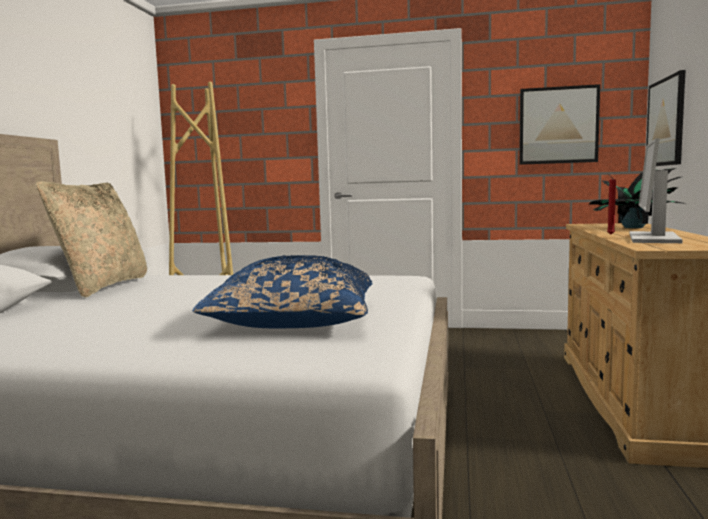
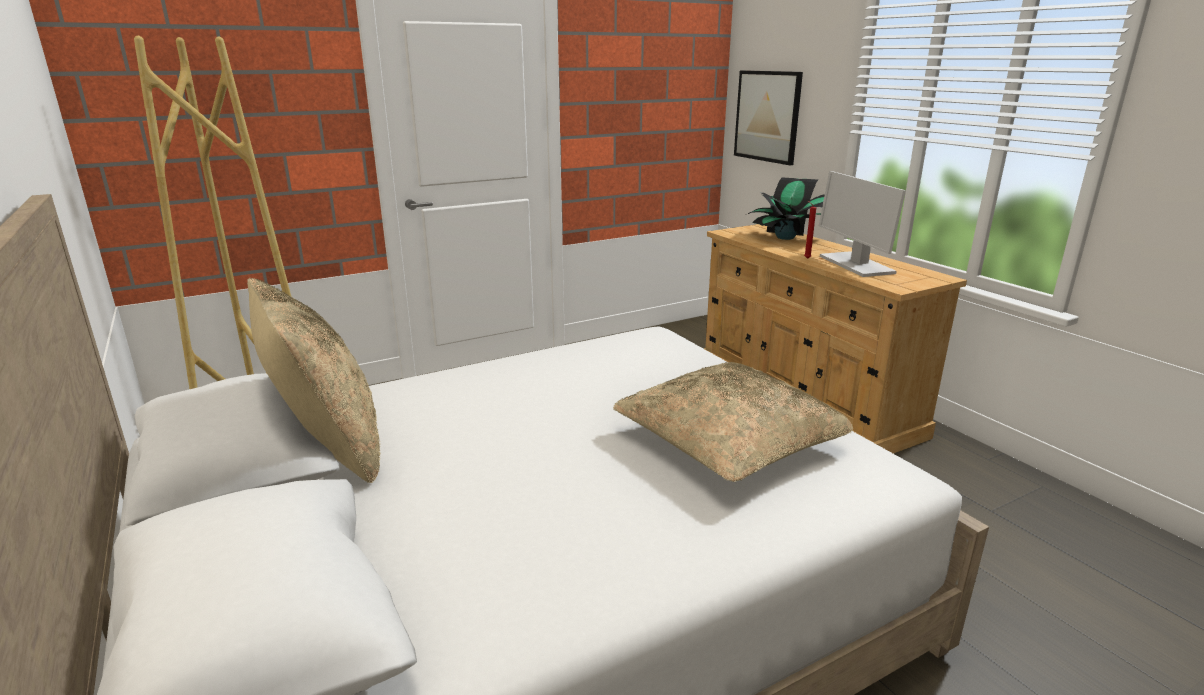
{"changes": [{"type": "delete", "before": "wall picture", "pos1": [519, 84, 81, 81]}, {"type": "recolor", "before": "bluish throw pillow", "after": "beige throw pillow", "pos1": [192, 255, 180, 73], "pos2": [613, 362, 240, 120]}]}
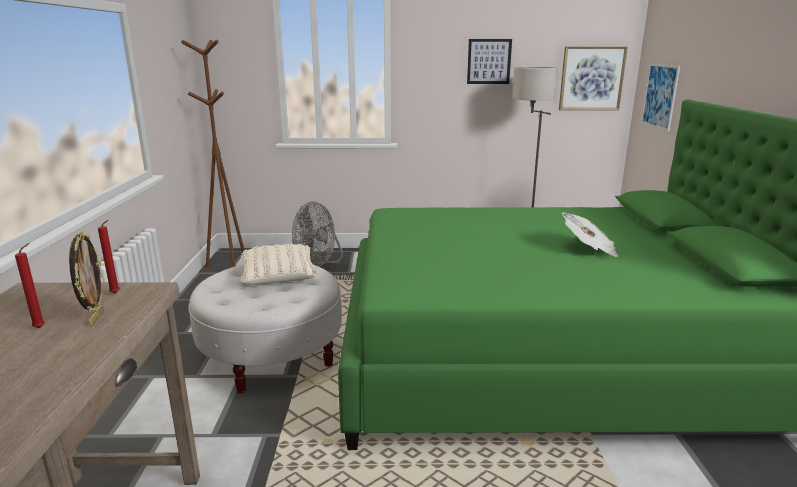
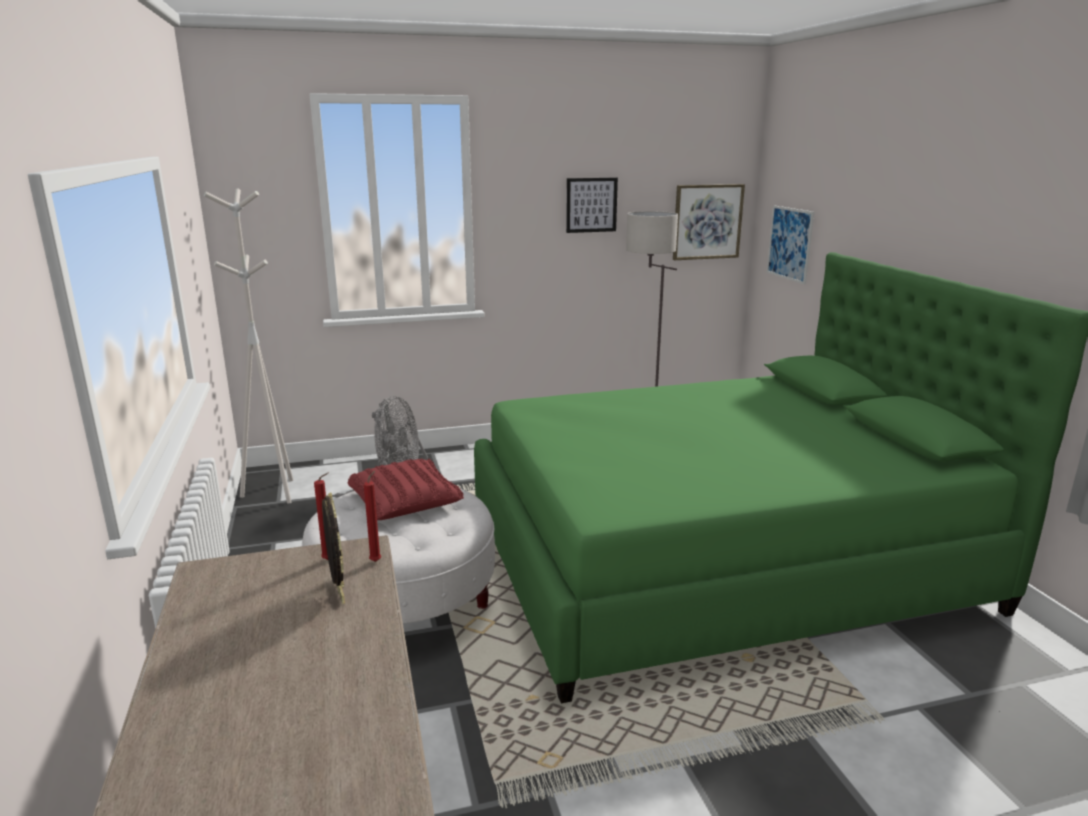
{"changes": [{"type": "recolor", "before": "brownish garment rack", "after": "greyish garment rack", "pos1": [181, 39, 64, 228], "pos2": [204, 188, 89, 316]}, {"type": "delete", "before": "newspaper", "pos1": [562, 212, 56, 45]}, {"type": "move", "before": "red-coloured wax light", "pos1": [15, 243, 30, 85], "pos2": [364, 471, 17, 91]}, {"type": "recolor", "before": "beige throw pillow", "after": "red-coloured throw pillow", "pos1": [241, 244, 76, 41], "pos2": [348, 458, 116, 62]}]}
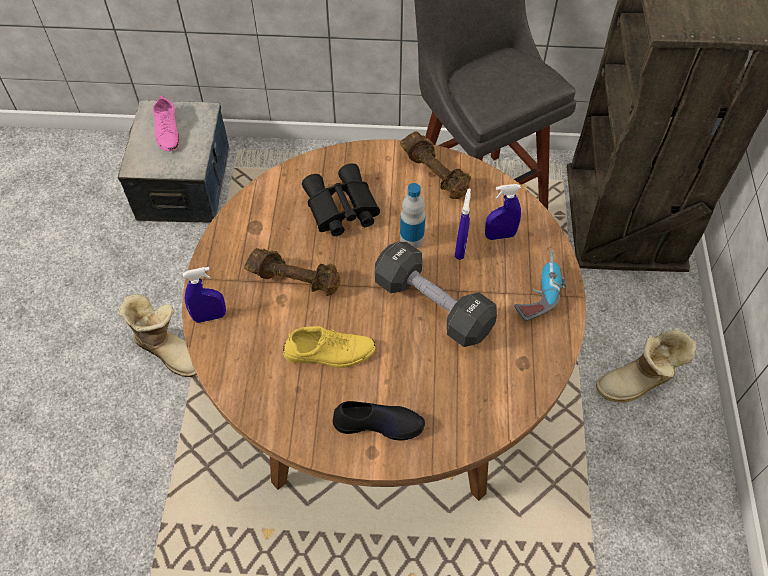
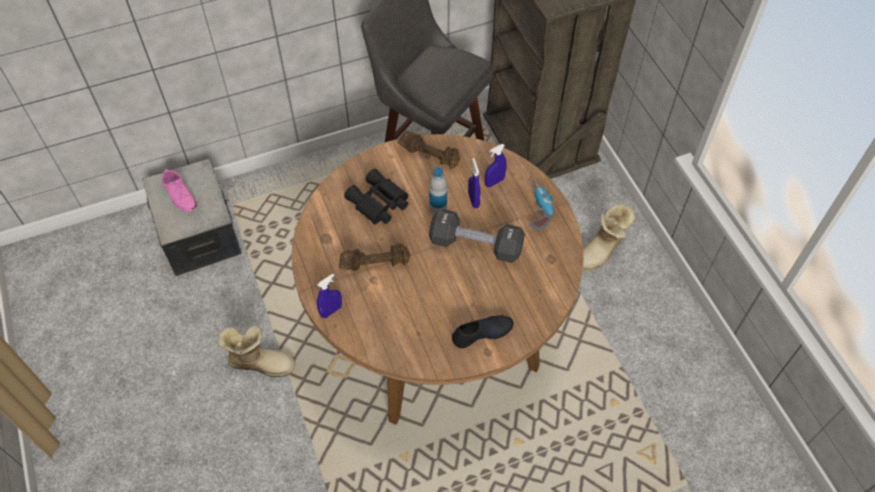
{"changes": [{"type": "delete", "before": "yellow low shoe", "pos1": [283, 326, 93, 42]}]}
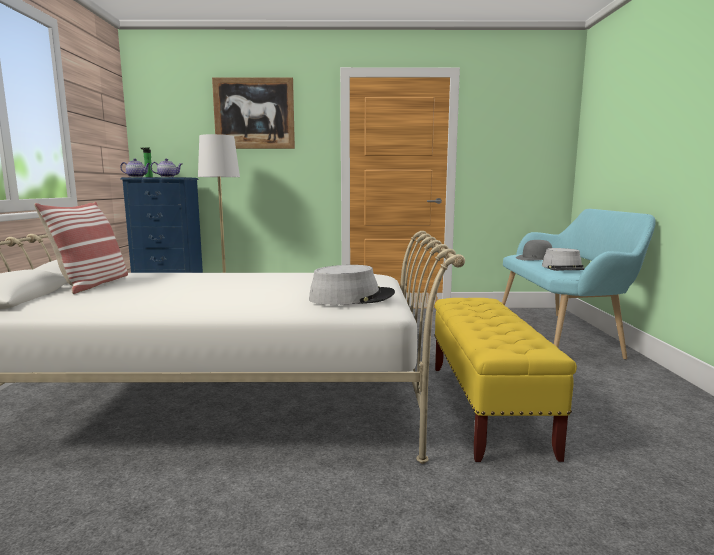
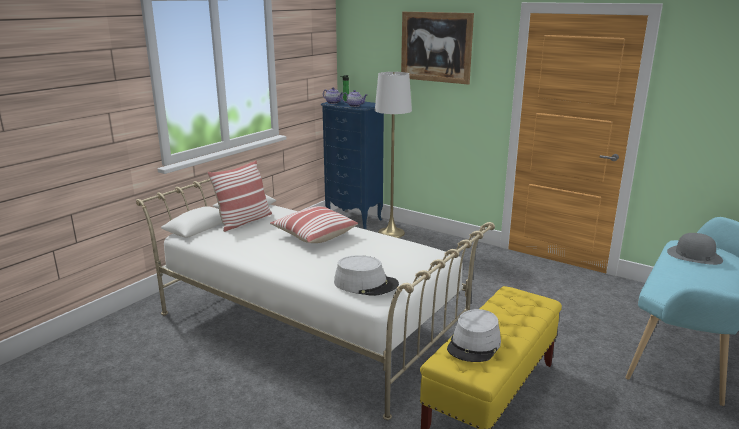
{"changes": [{"type": "move", "before": "greyish clothing hat", "pos1": [542, 248, 43, 23], "pos2": [447, 309, 54, 53]}, {"type": "insert", "after": "throw pillow", "pos2": [270, 206, 88, 37]}]}
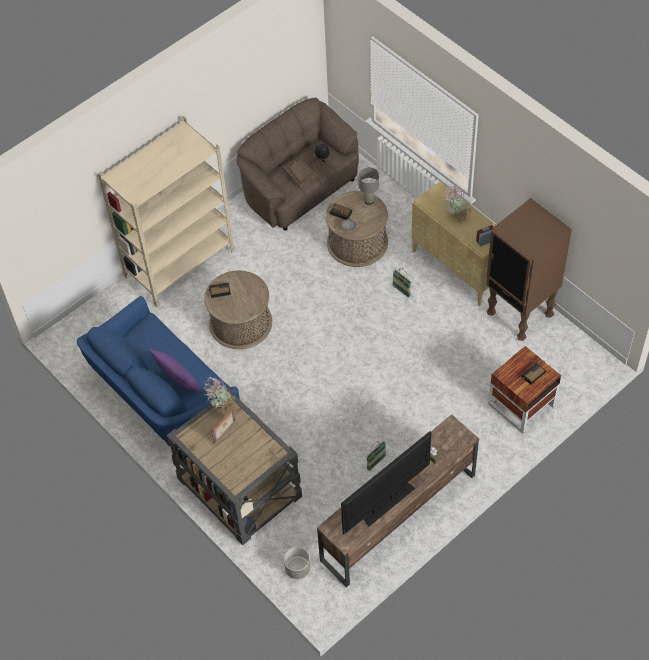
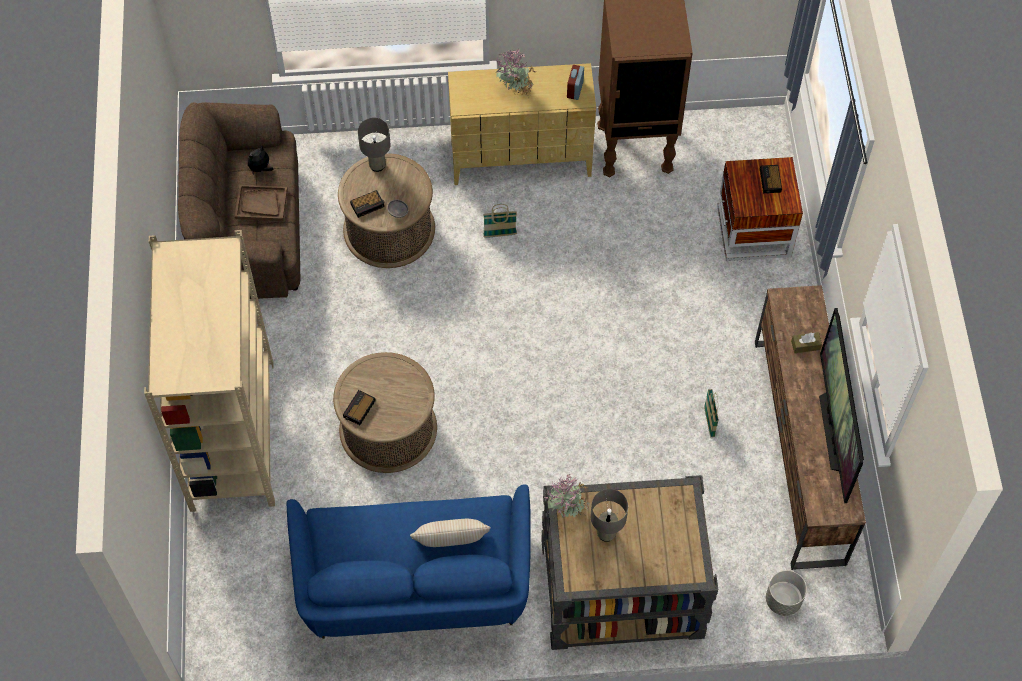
{"changes": [{"type": "recolor", "before": "purple-coloured throw pillow", "after": "beige throw pillow", "pos1": [149, 349, 53, 44], "pos2": [410, 519, 81, 28]}, {"type": "replace", "before": "photo frame", "after": "greyish lamp for a table", "pos1": [211, 407, 24, 37], "pos2": [591, 489, 37, 53]}]}
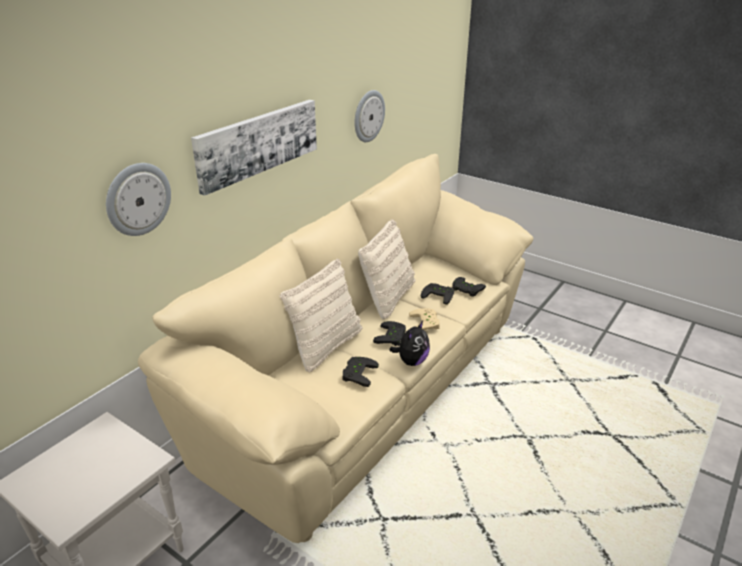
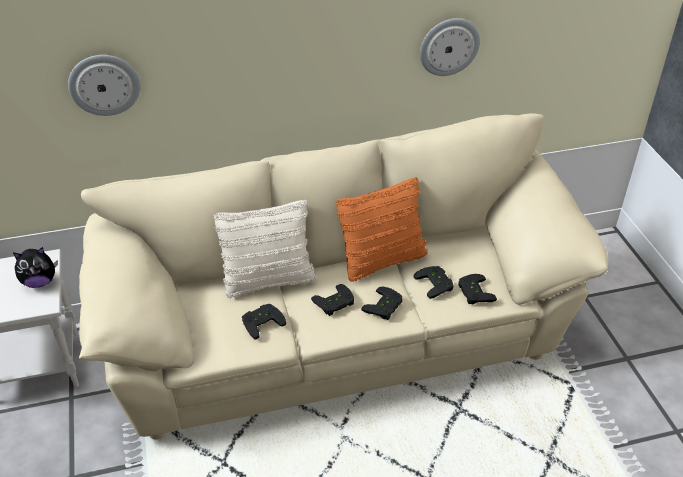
{"changes": [{"type": "delete", "before": "wall picture", "pos1": [191, 100, 126, 96]}, {"type": "recolor", "before": "beige throw pillow", "after": "orange-coloured throw pillow", "pos1": [358, 219, 57, 100], "pos2": [336, 177, 92, 105]}, {"type": "recolor", "before": "beige game controller", "after": "blackish game controller", "pos1": [409, 308, 31, 22], "pos2": [361, 287, 41, 33]}, {"type": "move", "before": "plush toy", "pos1": [389, 321, 41, 45], "pos2": [13, 247, 45, 41]}]}
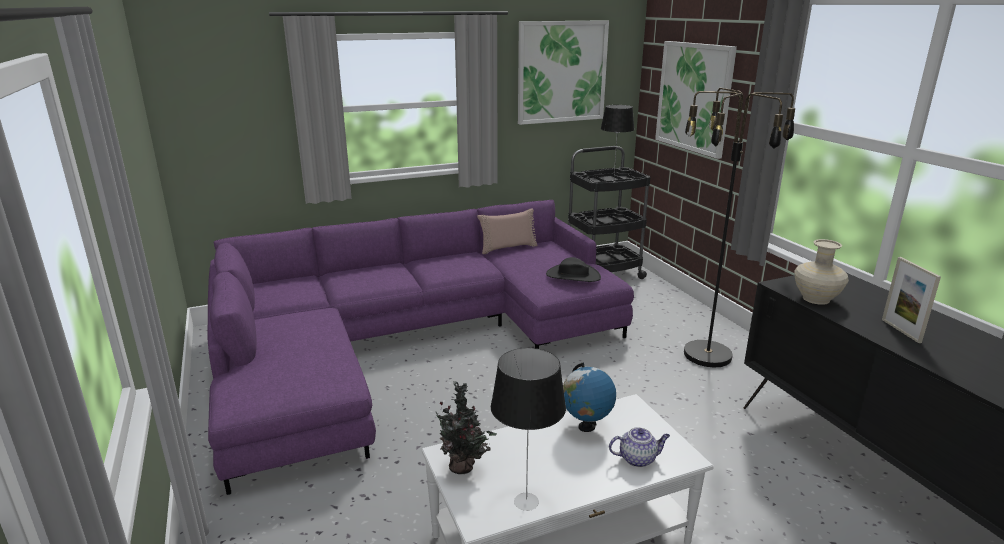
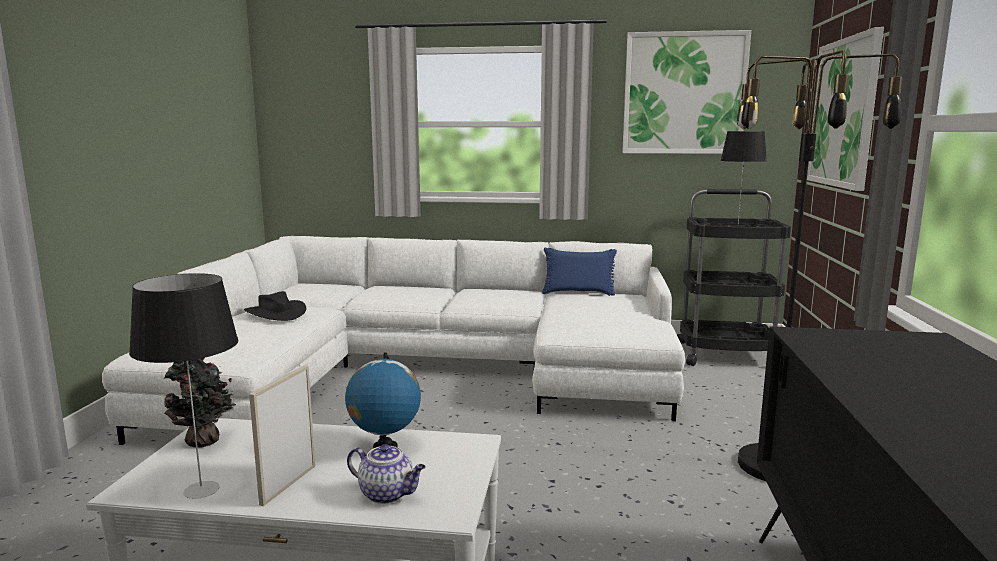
{"changes": [{"type": "recolor", "before": "purple-coloured settee", "after": "white-coloured settee", "pos1": [208, 200, 426, 295], "pos2": [102, 236, 583, 209]}, {"type": "recolor", "before": "beige throw pillow", "after": "bluish throw pillow", "pos1": [477, 208, 60, 46], "pos2": [542, 248, 75, 48]}, {"type": "delete", "before": "beige decorative vase", "pos1": [794, 239, 55, 66]}, {"type": "move", "before": "blackish clothing hat", "pos1": [546, 257, 55, 25], "pos2": [244, 291, 62, 30]}, {"type": "move", "before": "photo frame", "pos1": [882, 257, 59, 86], "pos2": [249, 365, 66, 141]}]}
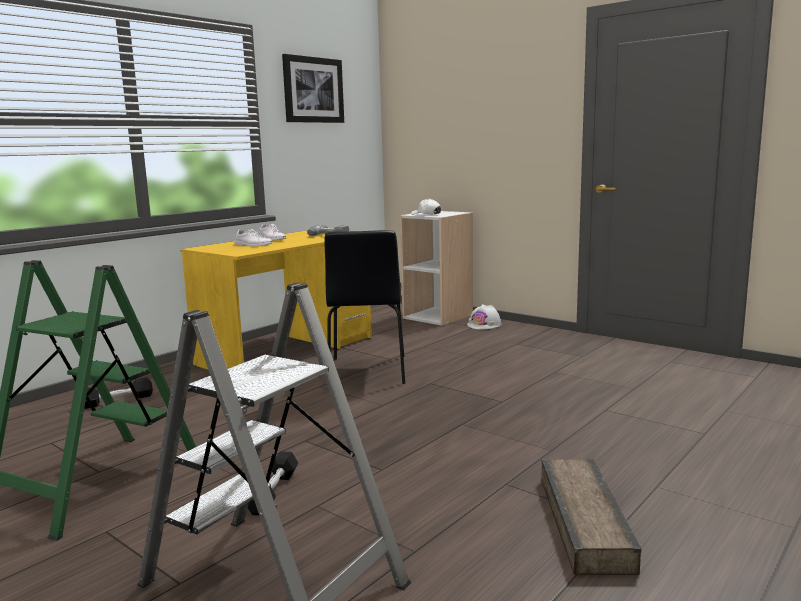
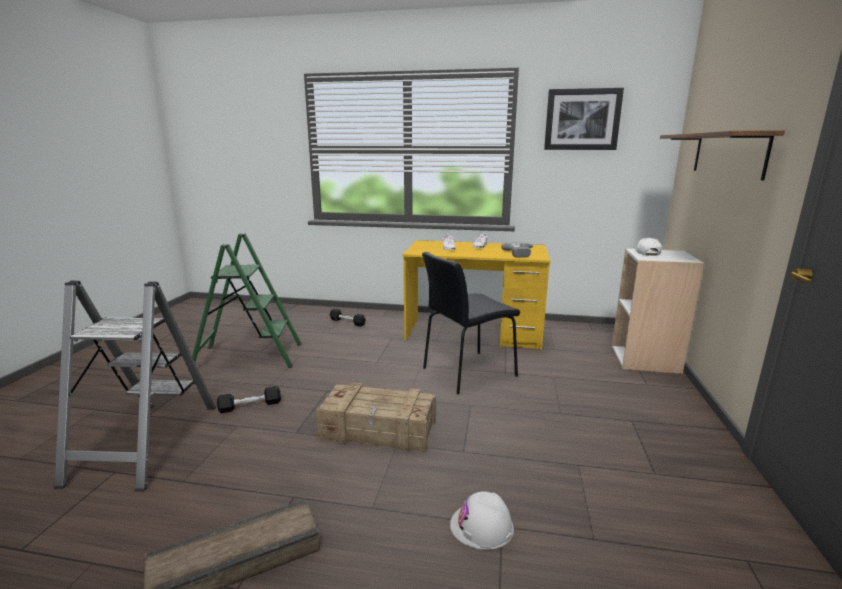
{"changes": [{"type": "move", "before": "white-coloured hard hat", "pos1": [467, 304, 34, 25], "pos2": [450, 491, 64, 59]}, {"type": "insert", "after": "shelf", "pos2": [660, 130, 125, 50]}, {"type": "insert", "after": "packing crate", "pos2": [316, 383, 120, 69]}]}
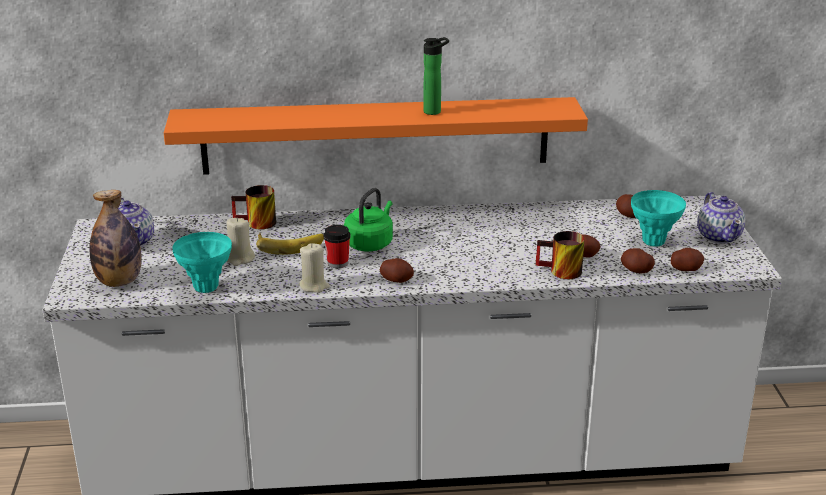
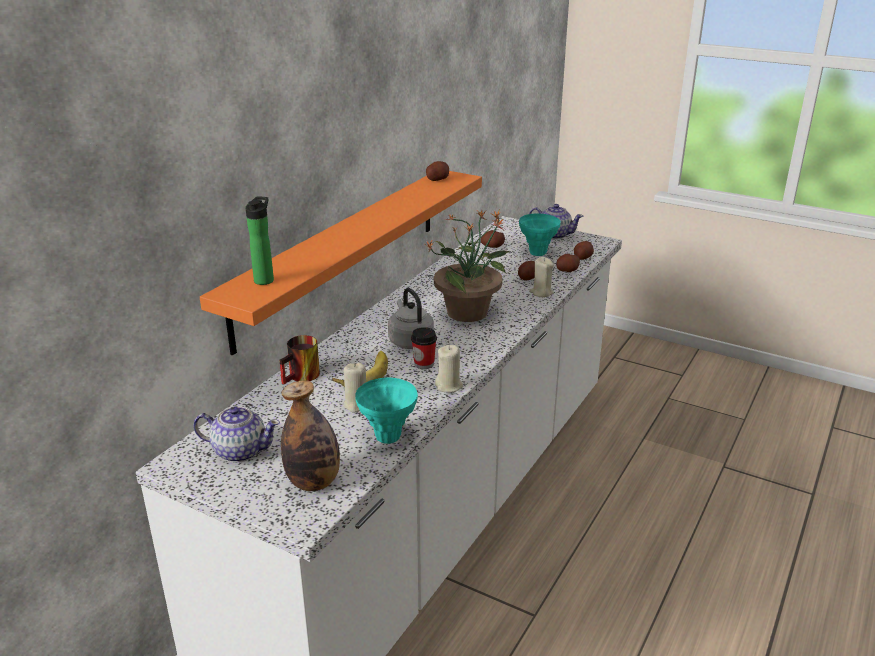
{"changes": [{"type": "move", "before": "drink bottle", "pos1": [423, 37, 26, 78], "pos2": [245, 196, 29, 89]}, {"type": "recolor", "before": "greenish tea kettle", "after": "greyish tea kettle", "pos1": [344, 188, 49, 63], "pos2": [388, 288, 46, 61]}, {"type": "replace", "before": "mug", "after": "beige wax light", "pos1": [536, 231, 49, 48], "pos2": [529, 257, 25, 40]}, {"type": "move", "before": "potato", "pos1": [380, 258, 34, 25], "pos2": [426, 161, 23, 20]}, {"type": "insert", "after": "potted plant", "pos2": [425, 210, 86, 112]}]}
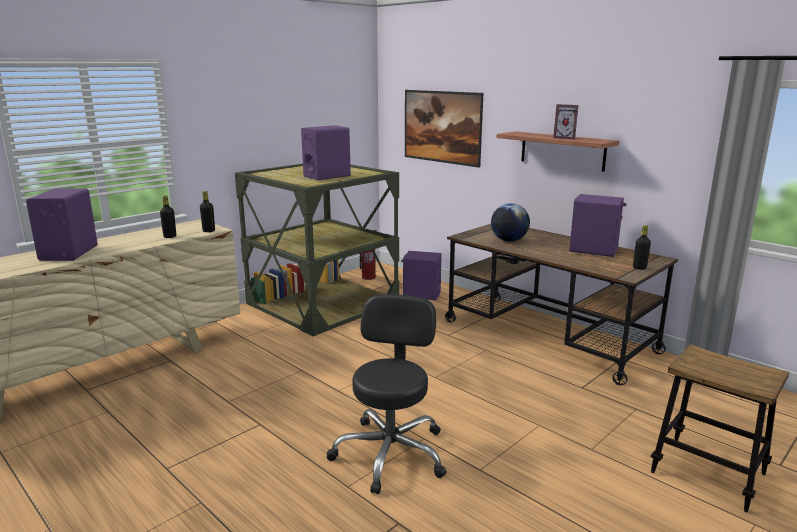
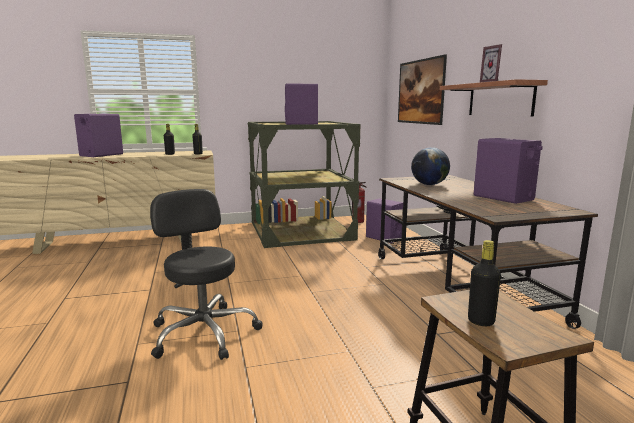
{"changes": [{"type": "move", "before": "blackish drink bottle", "pos1": [633, 225, 18, 45], "pos2": [468, 240, 33, 86]}, {"type": "rotate", "before": "blackish desk chair", "pos1": [327, 294, 120, 200], "pos2": [150, 189, 113, 171], "turn": -75}]}
